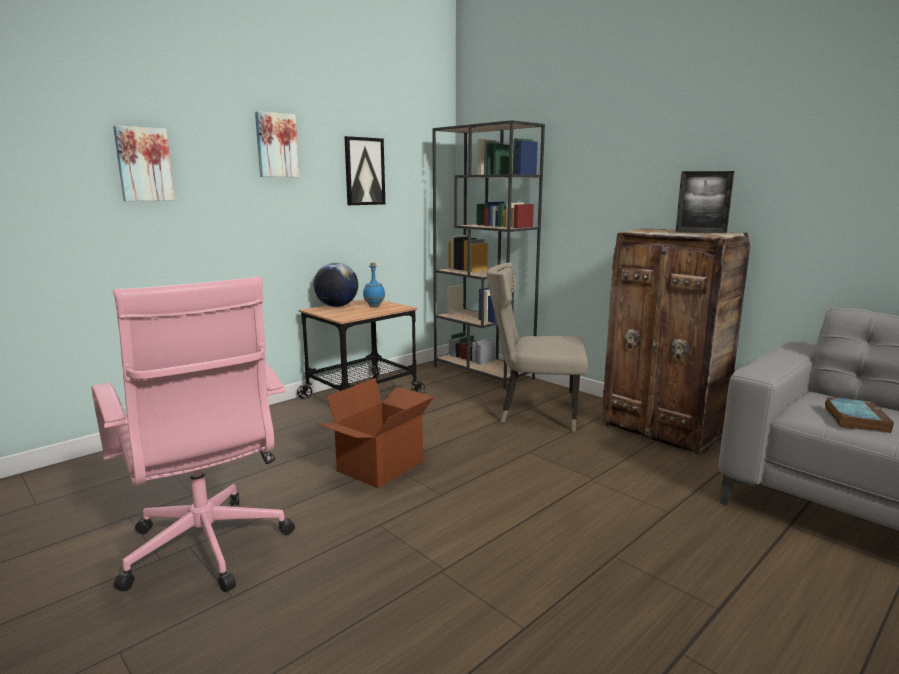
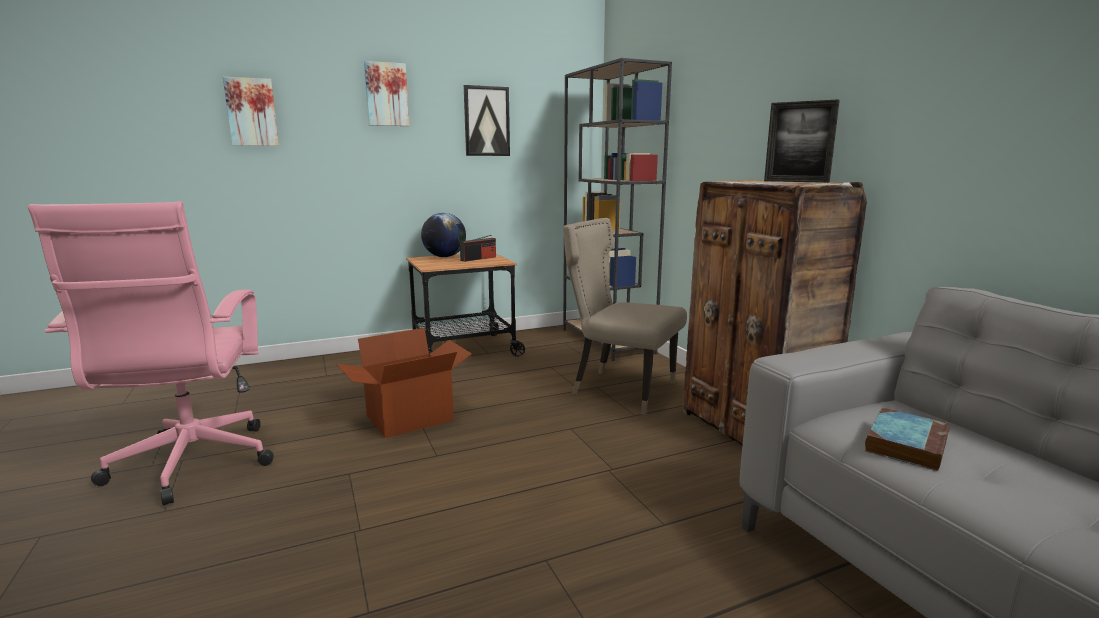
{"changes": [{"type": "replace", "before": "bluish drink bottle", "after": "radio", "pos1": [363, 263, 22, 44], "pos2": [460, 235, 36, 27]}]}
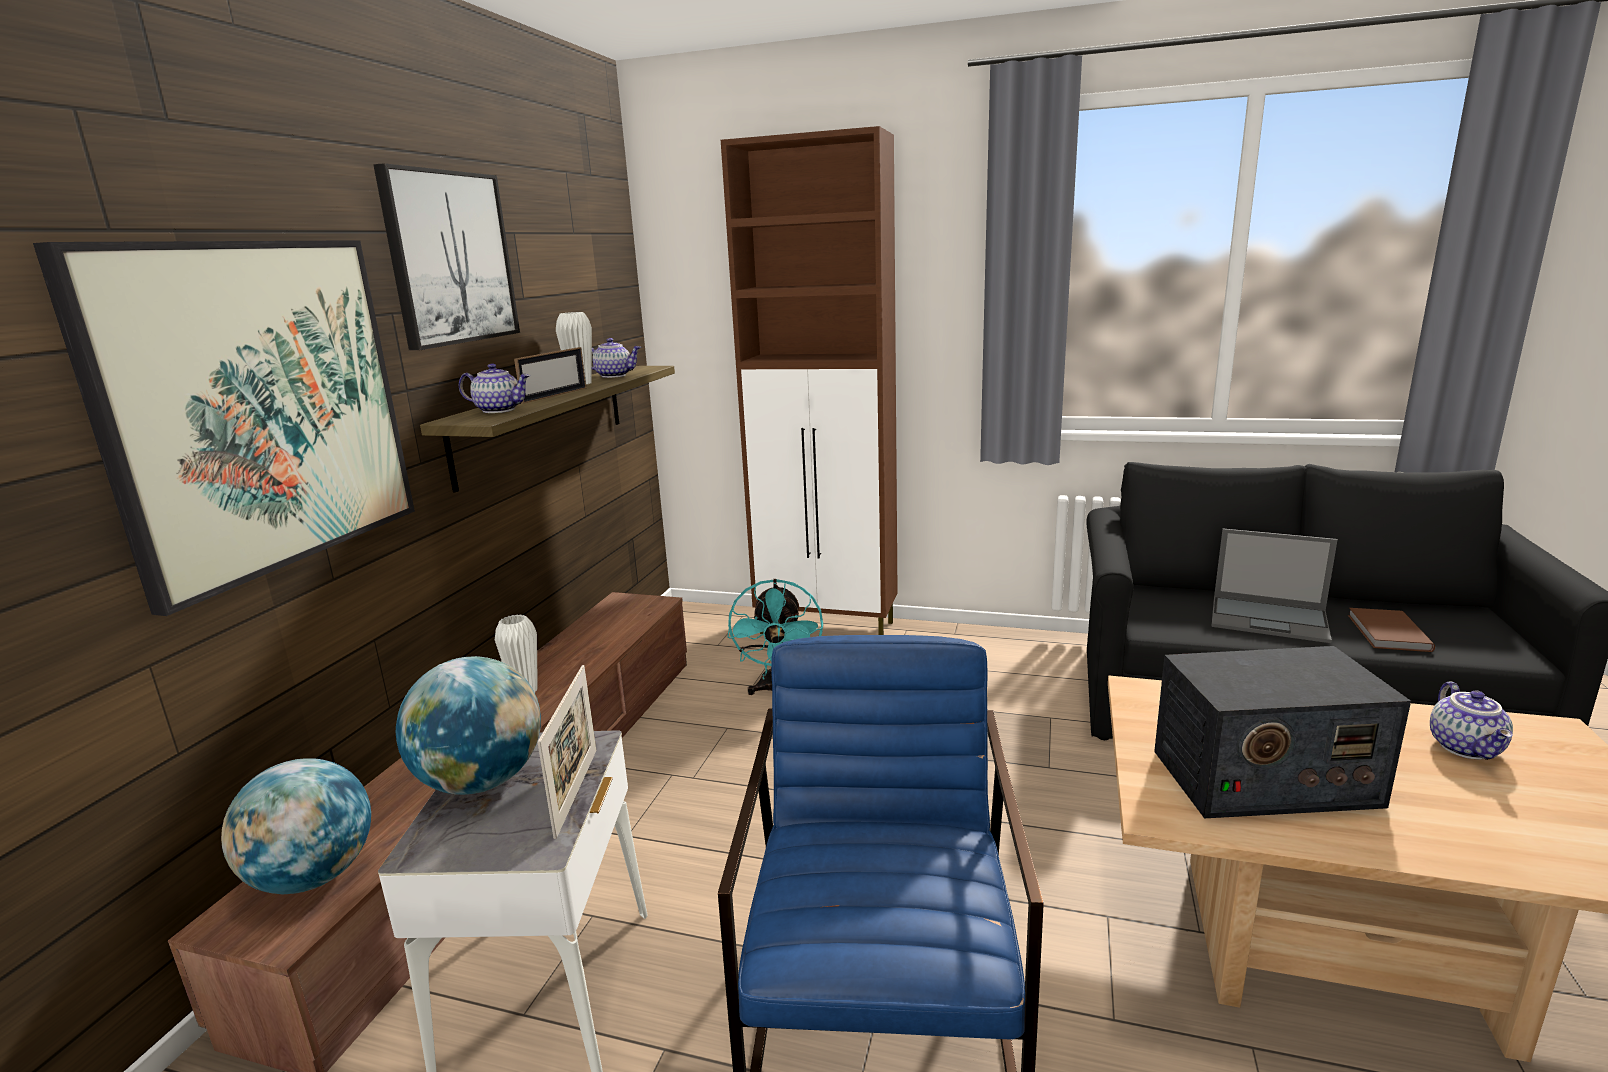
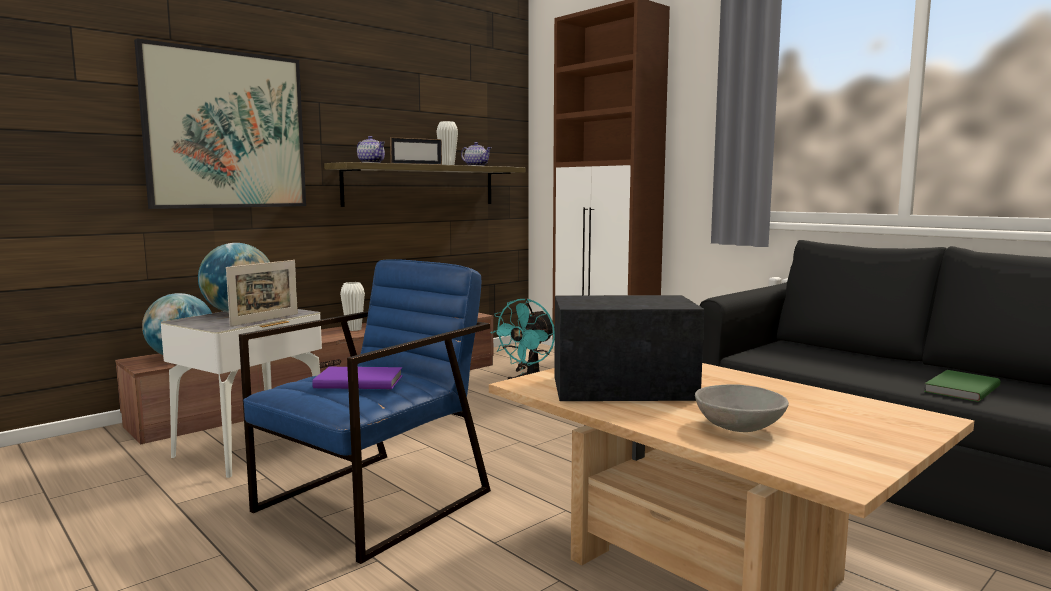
{"changes": [{"type": "delete", "before": "wall picture", "pos1": [373, 163, 147, 188]}, {"type": "delete", "before": "laptop", "pos1": [1212, 529, 126, 114]}, {"type": "recolor", "before": "brownish volume", "after": "greenish volume", "pos1": [1348, 608, 87, 44], "pos2": [924, 370, 77, 32]}, {"type": "rotate", "before": "radio", "pos1": [1154, 646, 257, 172], "pos2": [554, 295, 150, 106], "turn": 150}, {"type": "delete", "before": "tea pot", "pos1": [1430, 681, 83, 79]}, {"type": "insert", "after": "purple-coloured volume", "pos2": [312, 367, 91, 22]}, {"type": "insert", "after": "greyish bowl", "pos2": [695, 384, 94, 48]}]}
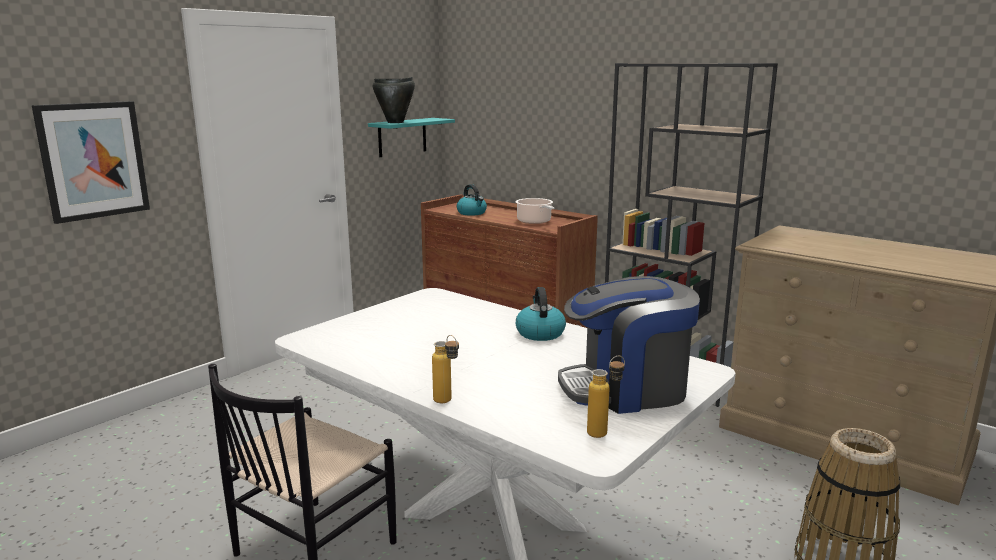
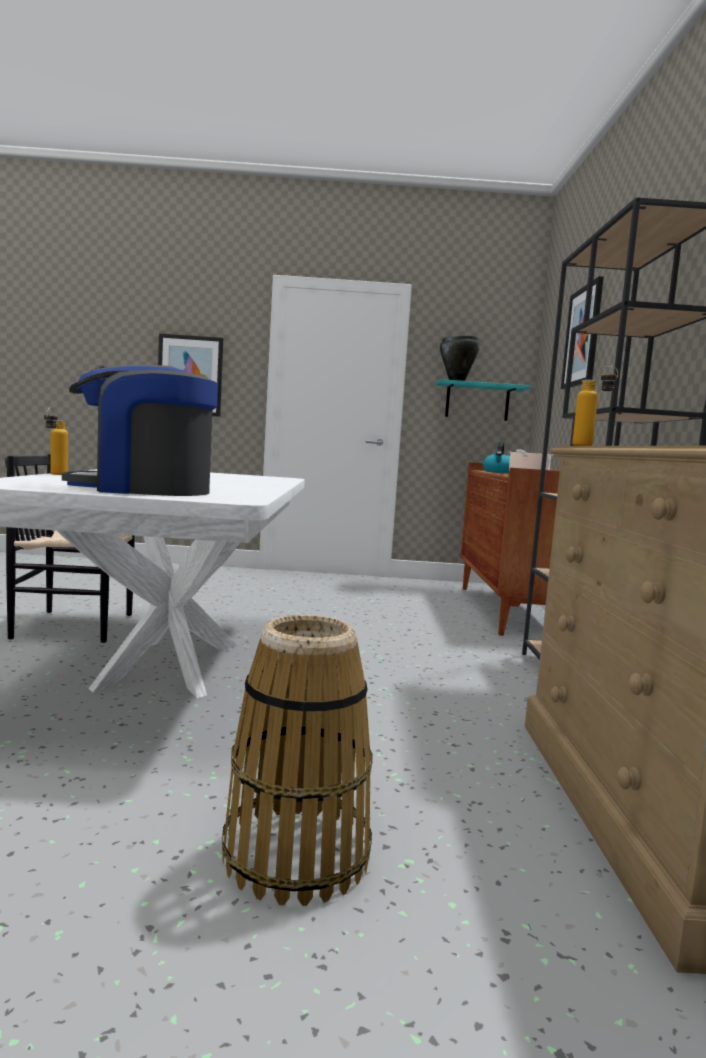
{"changes": [{"type": "rotate", "before": "coffee brewer", "pos1": [558, 276, 142, 138], "pos2": [62, 365, 156, 131], "turn": -45}, {"type": "delete", "before": "tea kettle", "pos1": [516, 287, 50, 54]}, {"type": "move", "before": "drink bottle", "pos1": [587, 356, 38, 82], "pos2": [572, 366, 46, 80]}, {"type": "insert", "after": "wall picture", "pos2": [561, 276, 43, 113]}]}
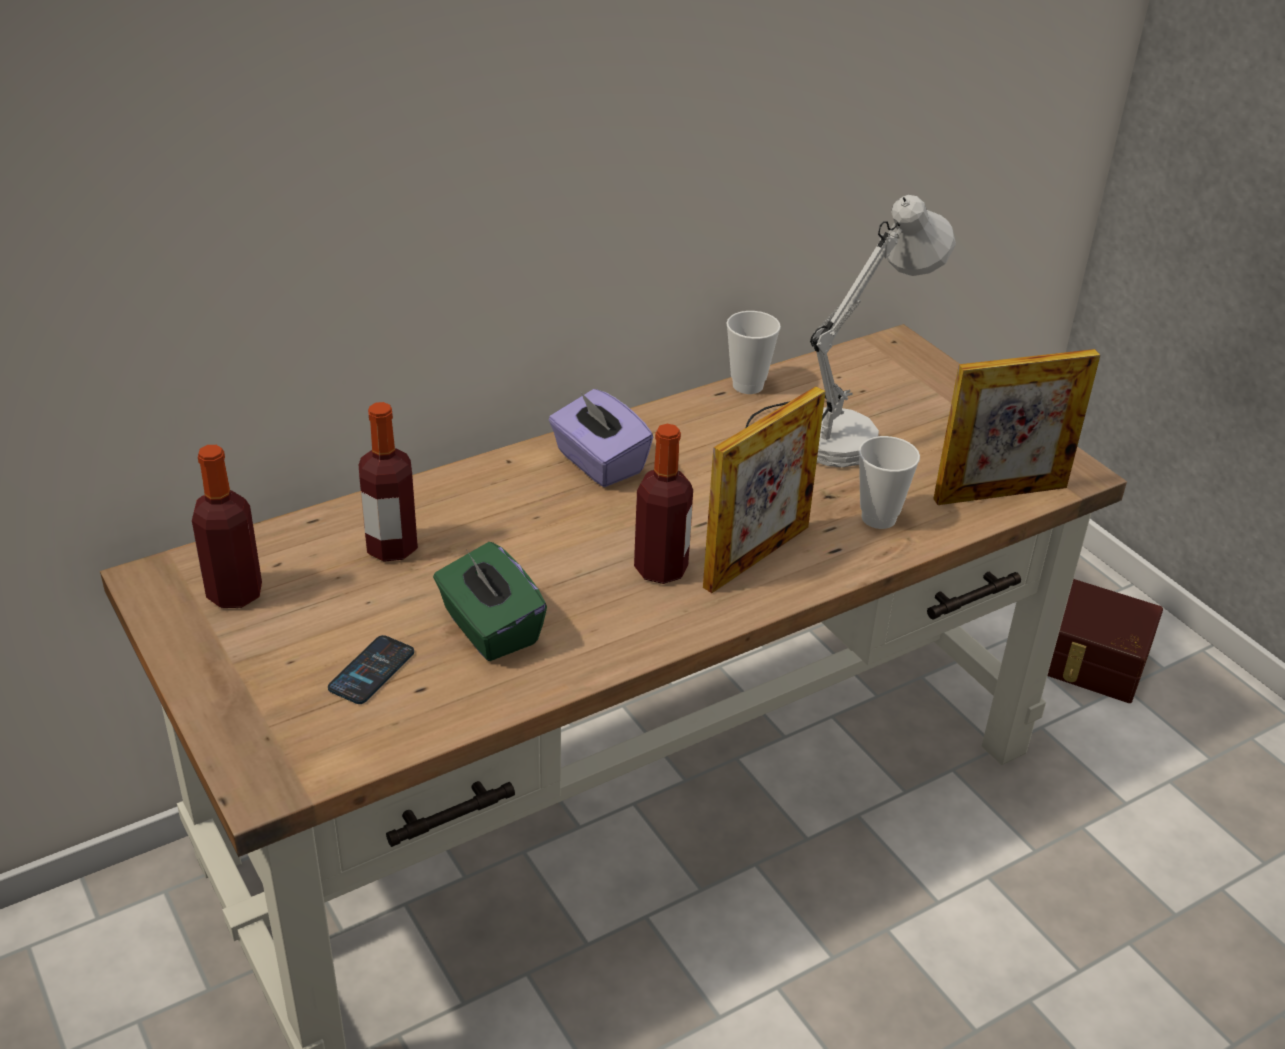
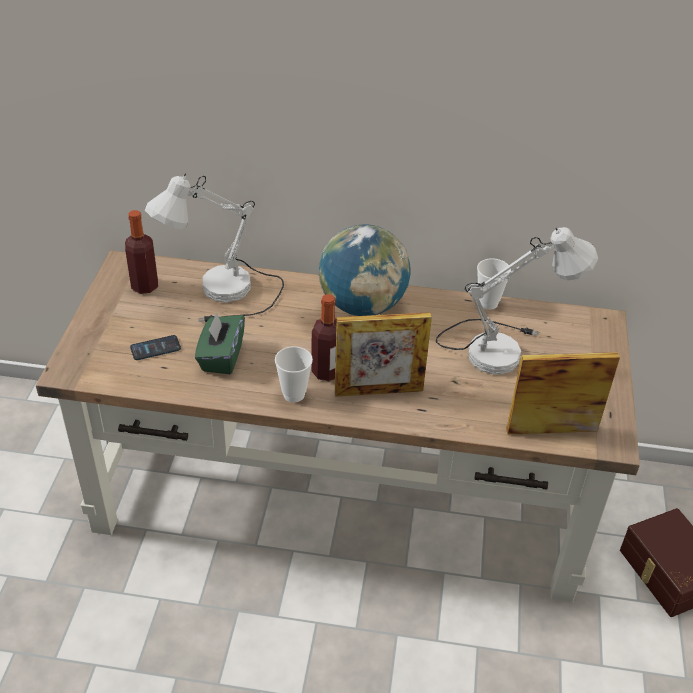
{"changes": [{"type": "rotate", "before": "photo frame", "pos1": [933, 349, 167, 156], "pos2": [506, 352, 114, 83], "turn": 150}, {"type": "replace", "before": "purple-coloured tissue holder", "after": "desk globe", "pos1": [549, 389, 104, 98], "pos2": [318, 224, 93, 92]}, {"type": "replace", "before": "drink bottle", "after": "white-coloured lamp for a table", "pos1": [359, 402, 59, 160], "pos2": [145, 173, 139, 149]}, {"type": "move", "before": "small cup", "pos1": [859, 436, 61, 93], "pos2": [275, 346, 38, 57]}]}
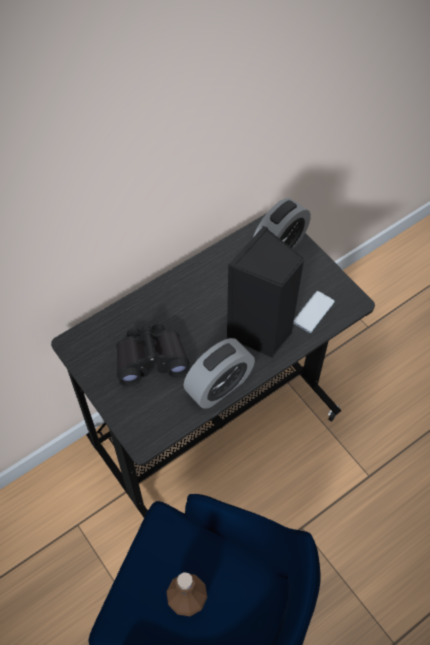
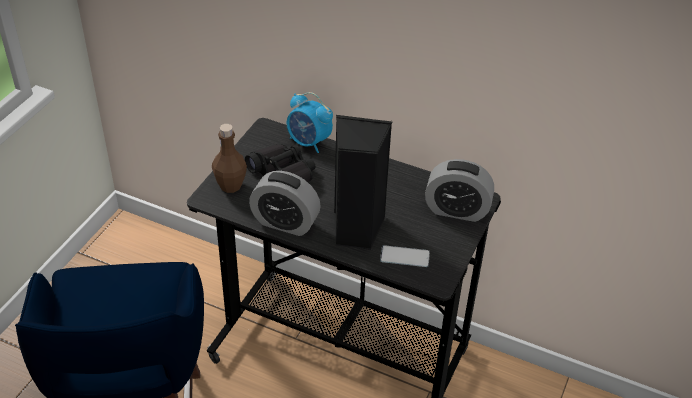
{"changes": [{"type": "move", "before": "brownish drink bottle", "pos1": [166, 572, 42, 44], "pos2": [212, 124, 35, 69]}, {"type": "insert", "after": "alarm clock", "pos2": [287, 92, 46, 61]}]}
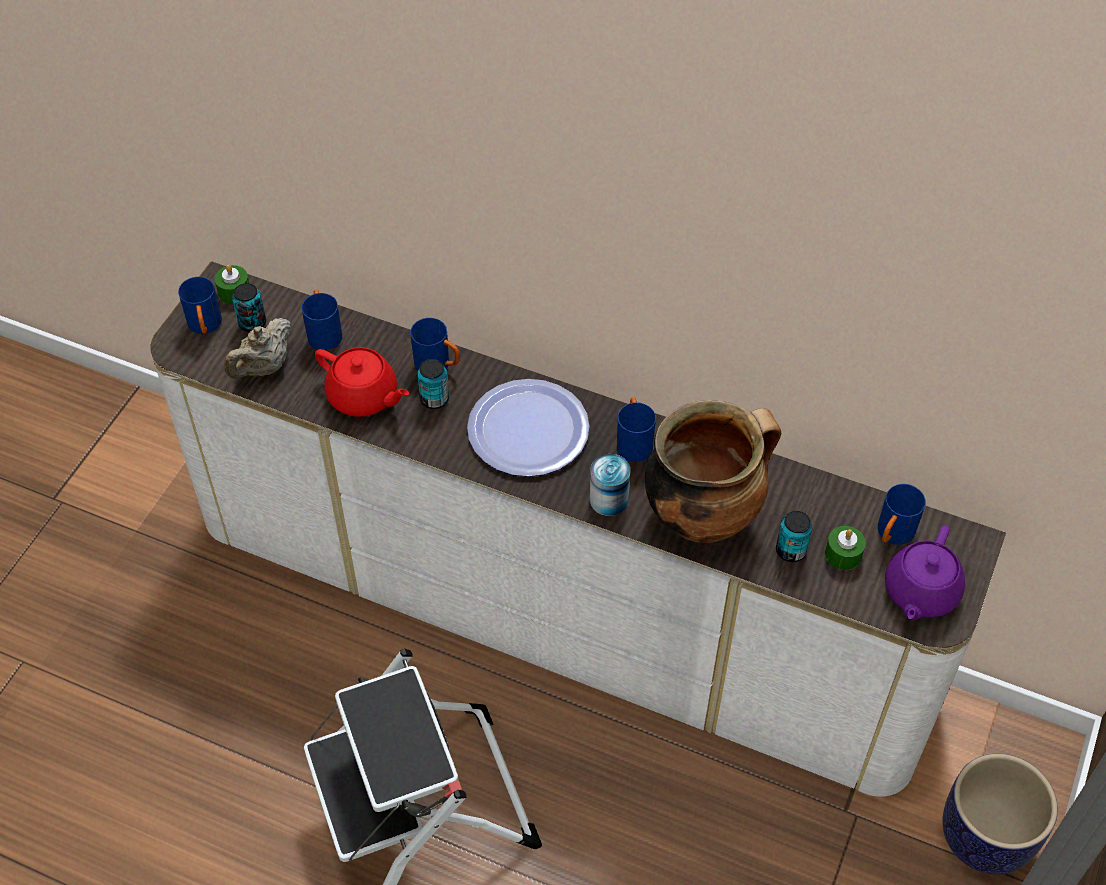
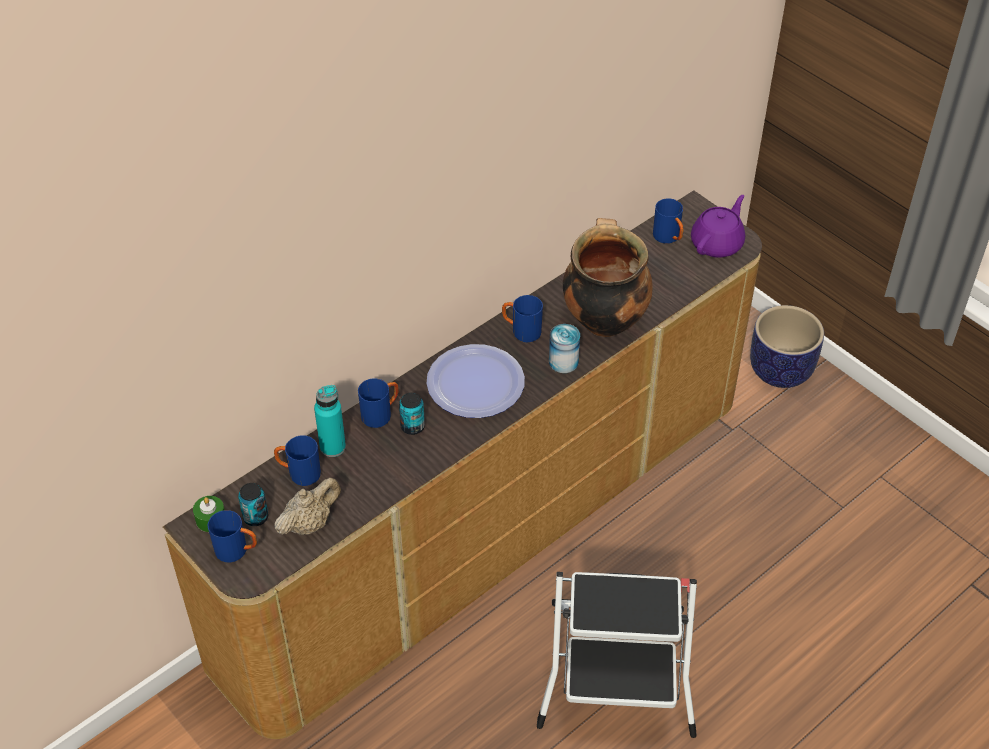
{"changes": [{"type": "recolor", "before": "white-coloured cabinet", "after": "brownish cabinet", "pos1": [151, 261, 855, 536], "pos2": [163, 190, 599, 549]}, {"type": "rotate", "before": "beige tea pot", "pos1": [224, 318, 68, 61], "pos2": [275, 478, 66, 57], "turn": -105}, {"type": "delete", "before": "red-coloured tea pot", "pos1": [315, 347, 94, 70]}, {"type": "delete", "before": "metal can", "pos1": [776, 511, 36, 51]}, {"type": "rotate", "before": "purple-coloured tea pot", "pos1": [885, 525, 80, 95], "pos2": [691, 195, 54, 63], "turn": -105}, {"type": "delete", "before": "greenish wax light", "pos1": [825, 526, 41, 44]}, {"type": "insert", "after": "turquoise-coloured drink bottle", "pos2": [314, 385, 32, 72]}]}
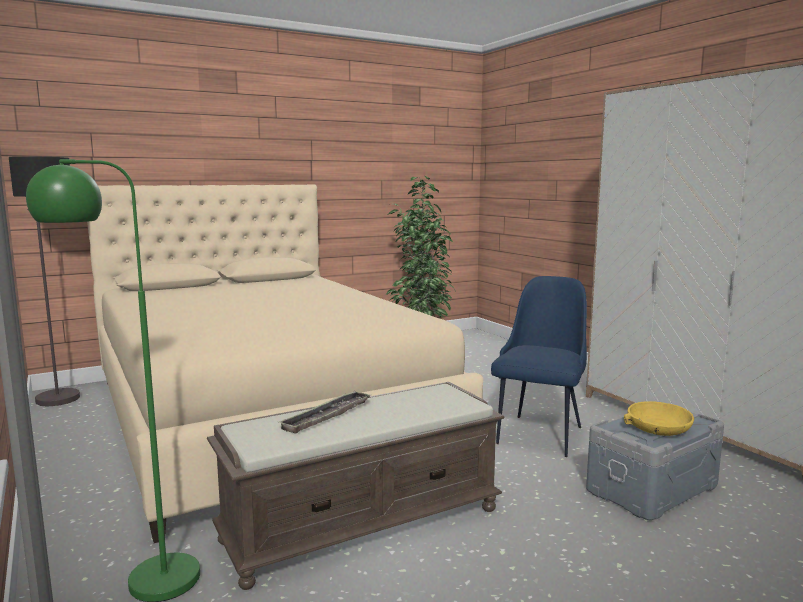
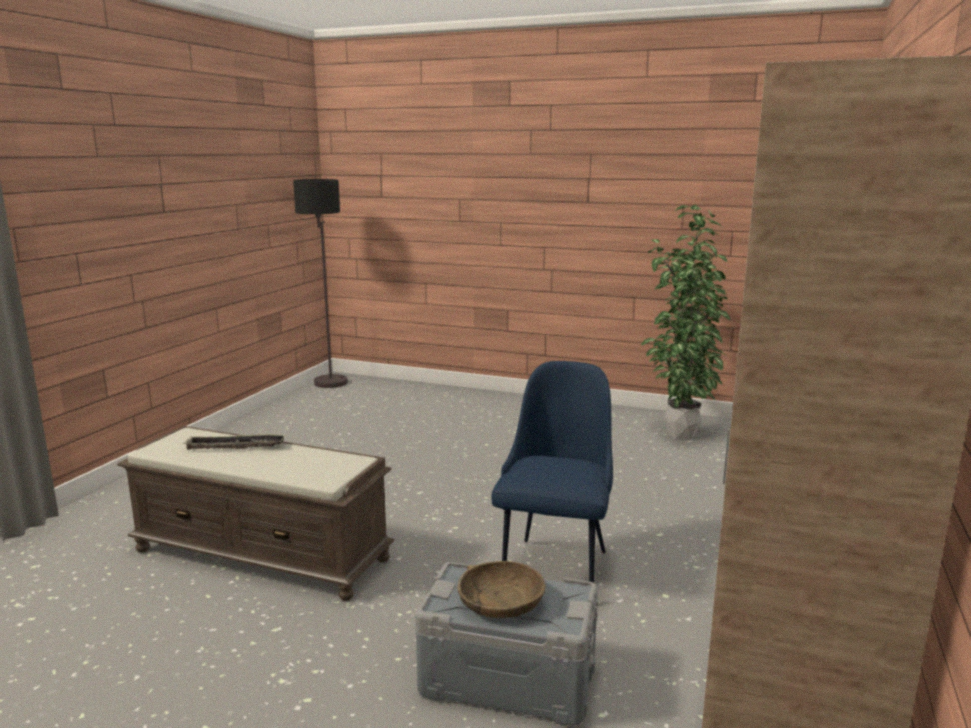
{"changes": [{"type": "delete", "before": "greenish standard lamp", "pos1": [26, 159, 174, 443]}, {"type": "delete", "before": "beige bedroom bed", "pos1": [87, 184, 396, 359]}, {"type": "rotate", "before": "bluish plain chair", "pos1": [491, 276, 96, 181], "pos2": [491, 361, 122, 222], "turn": -60}, {"type": "recolor", "before": "yellow bowl", "after": "brownish bowl", "pos1": [624, 401, 70, 35], "pos2": [457, 561, 89, 57]}]}
